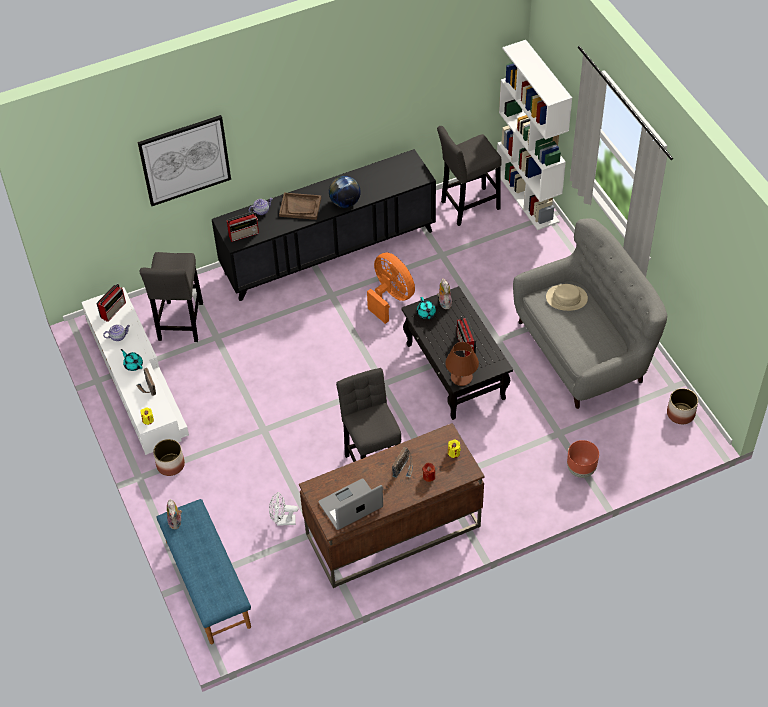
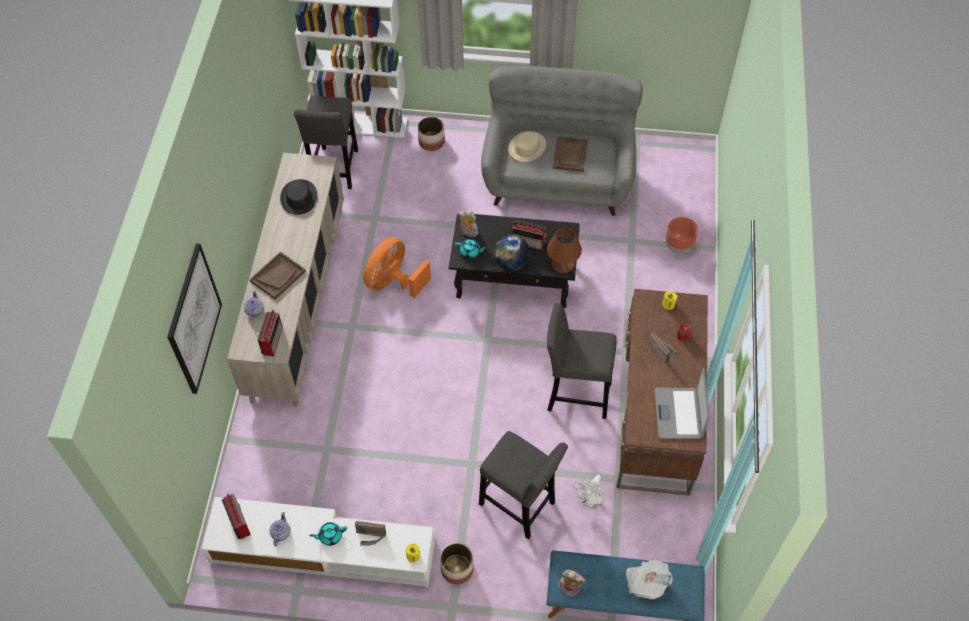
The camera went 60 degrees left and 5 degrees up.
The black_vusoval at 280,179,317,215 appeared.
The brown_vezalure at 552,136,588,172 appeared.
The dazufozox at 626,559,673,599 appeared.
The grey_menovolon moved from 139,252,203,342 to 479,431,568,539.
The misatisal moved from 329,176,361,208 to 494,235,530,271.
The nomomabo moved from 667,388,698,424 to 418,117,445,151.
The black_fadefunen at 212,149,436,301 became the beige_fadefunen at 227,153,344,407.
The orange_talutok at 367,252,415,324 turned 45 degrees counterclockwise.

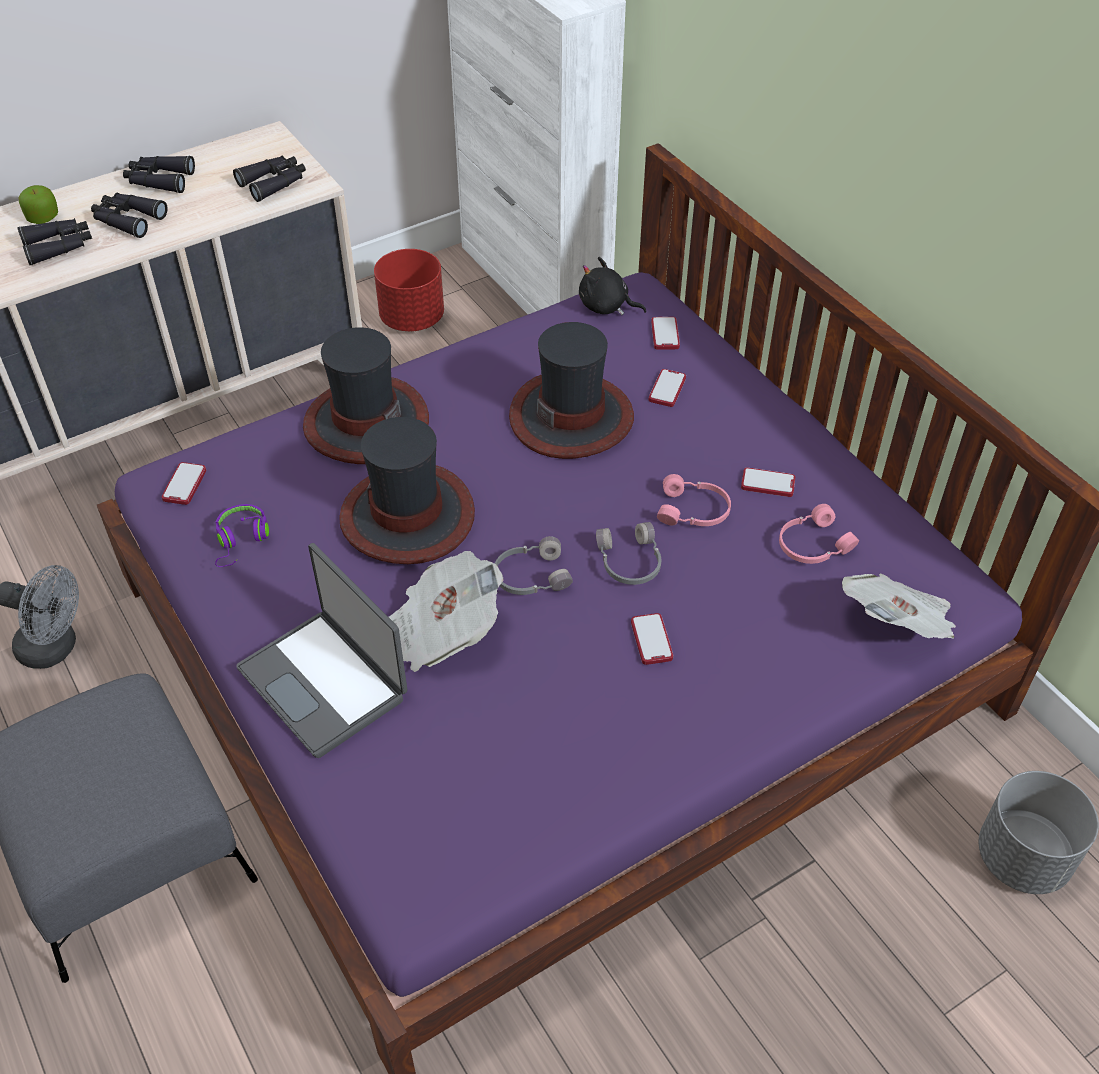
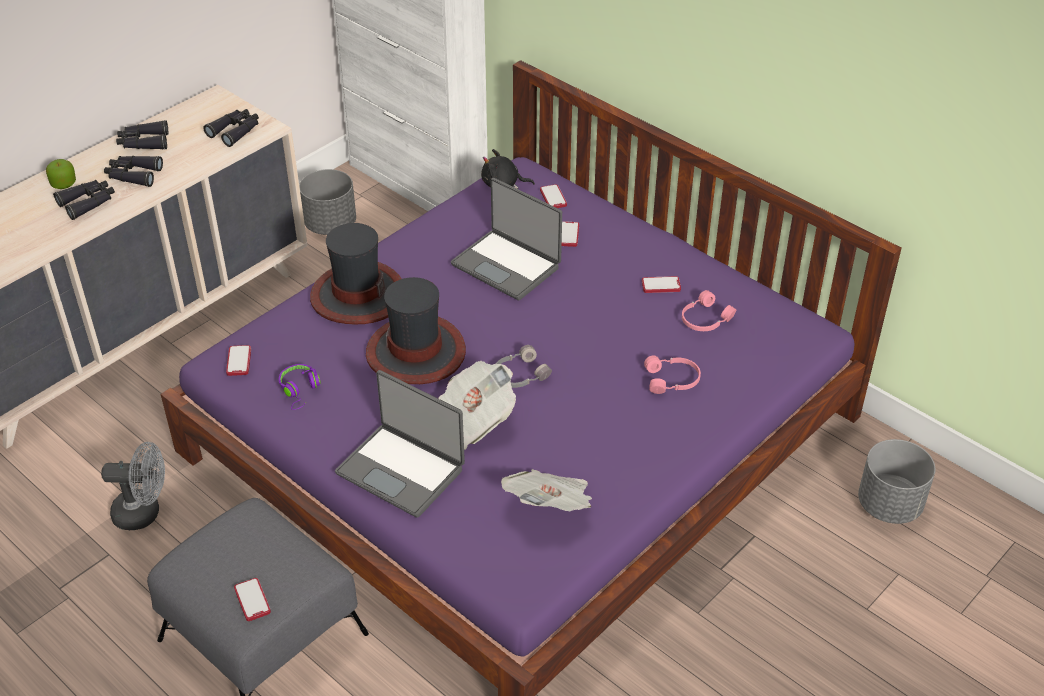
The camera went 15 degrees left and 5 degrees down.
The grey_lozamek at 596,522,661,585 disappeared.
The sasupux moved from 631,613,673,665 to 234,578,271,621.
The pink_lozamek moved from 657,474,731,526 to 644,356,701,394.
The dazufozox moved from 842,574,956,639 to 501,469,592,511.
The vusoval at 509,322,634,459 was replaced by the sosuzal at 451,178,562,300.
The red_nomomabo at 374,249,444,332 became the grey_nomomabo at 299,169,356,235.

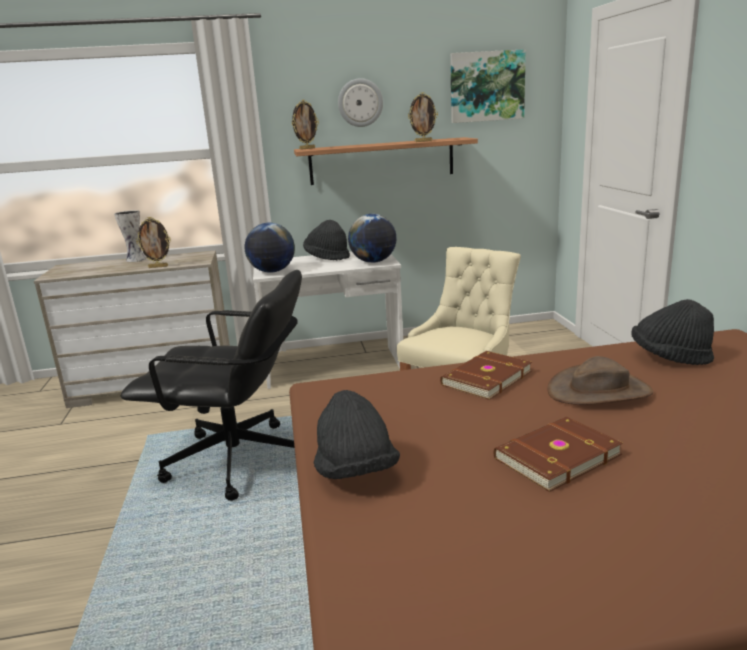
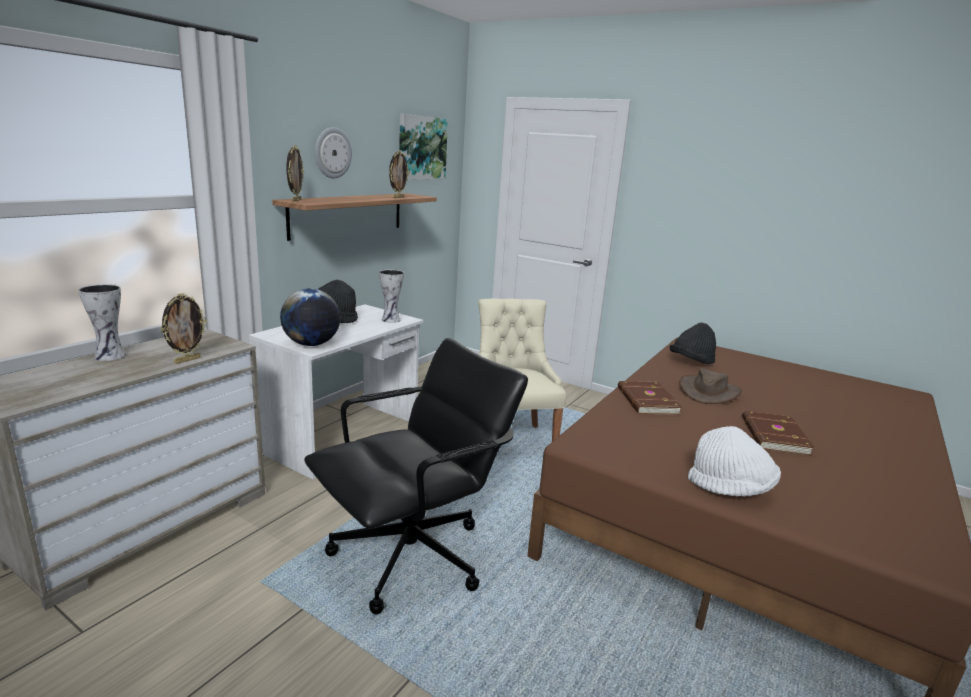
The camera went 50 degrees left and 0 degrees up.
The misatisal at 348,214,397,263 was replaced by the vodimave at 379,269,404,323.
The black_vusoval at 313,390,400,479 became the white_vusoval at 688,426,781,497.

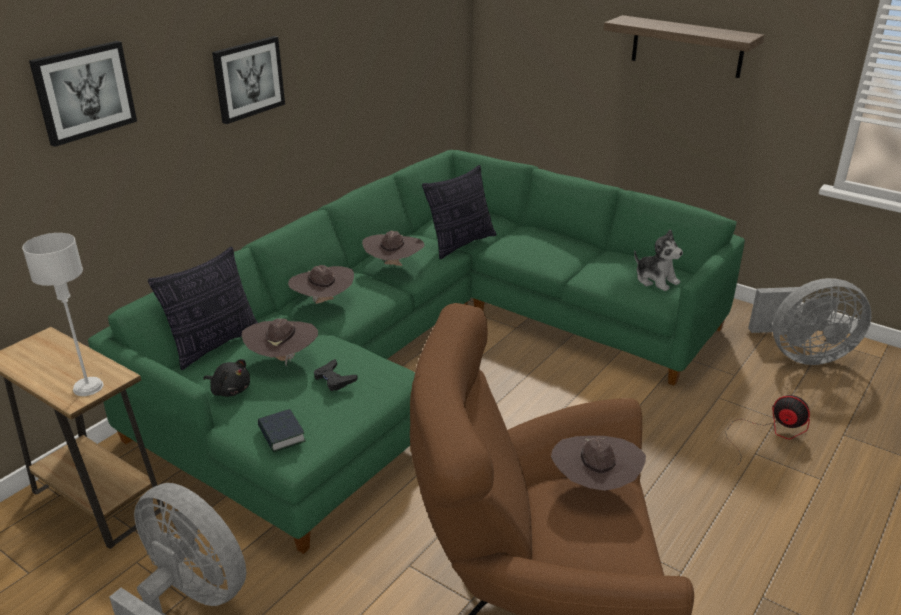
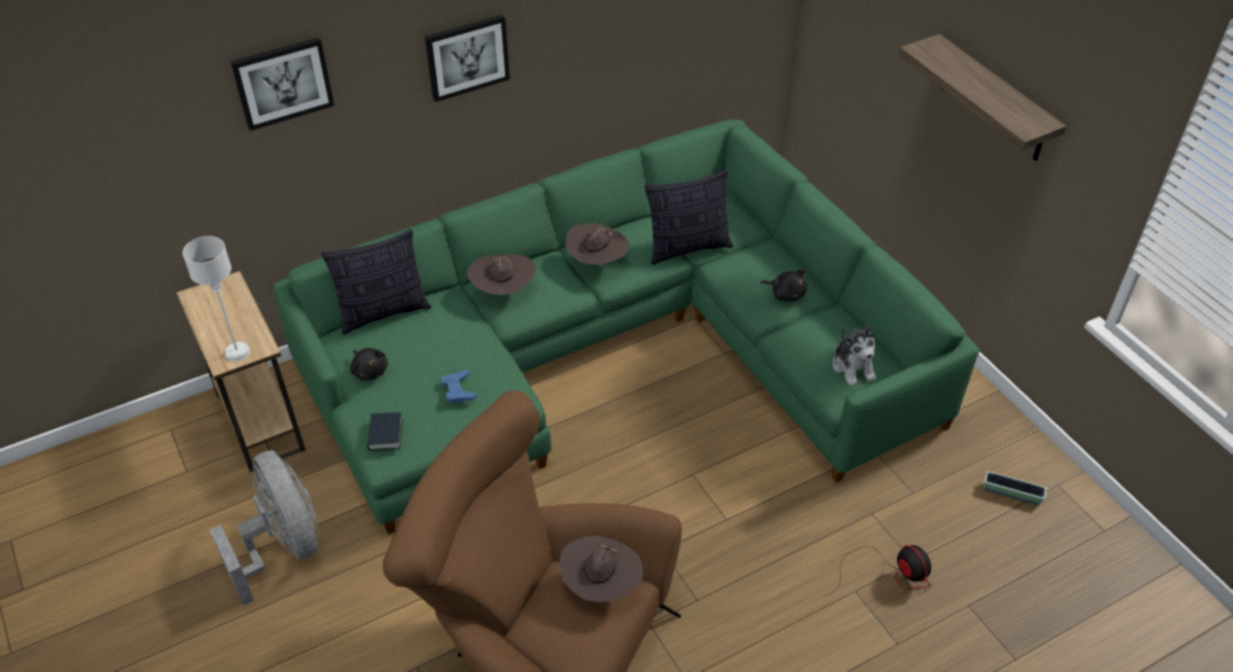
The camera went 25 degrees right and 15 degrees up.
The brown_vusoval at 242,318,318,366 disappeared.
The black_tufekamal at 761,270,807,301 appeared.
The grey_talutok at 748,278,871,365 was replaced by the nomomabo at 984,471,1047,505.
The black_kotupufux at 314,359,358,391 became the blue_kotupufux at 442,369,476,404.

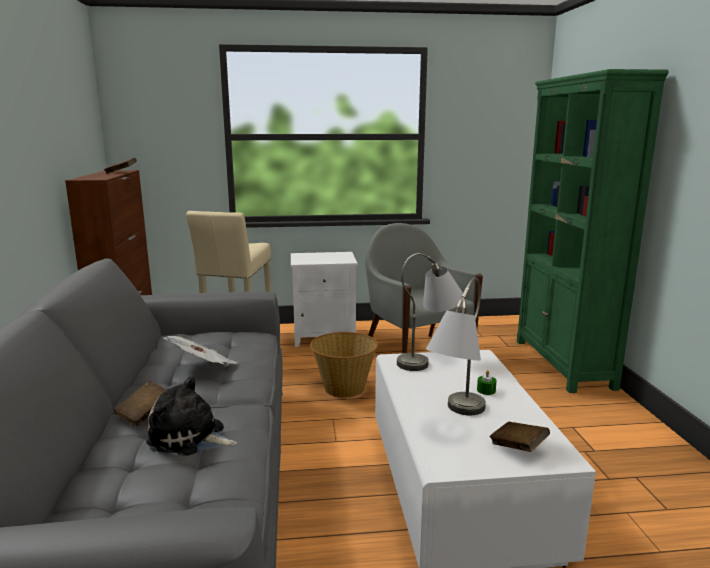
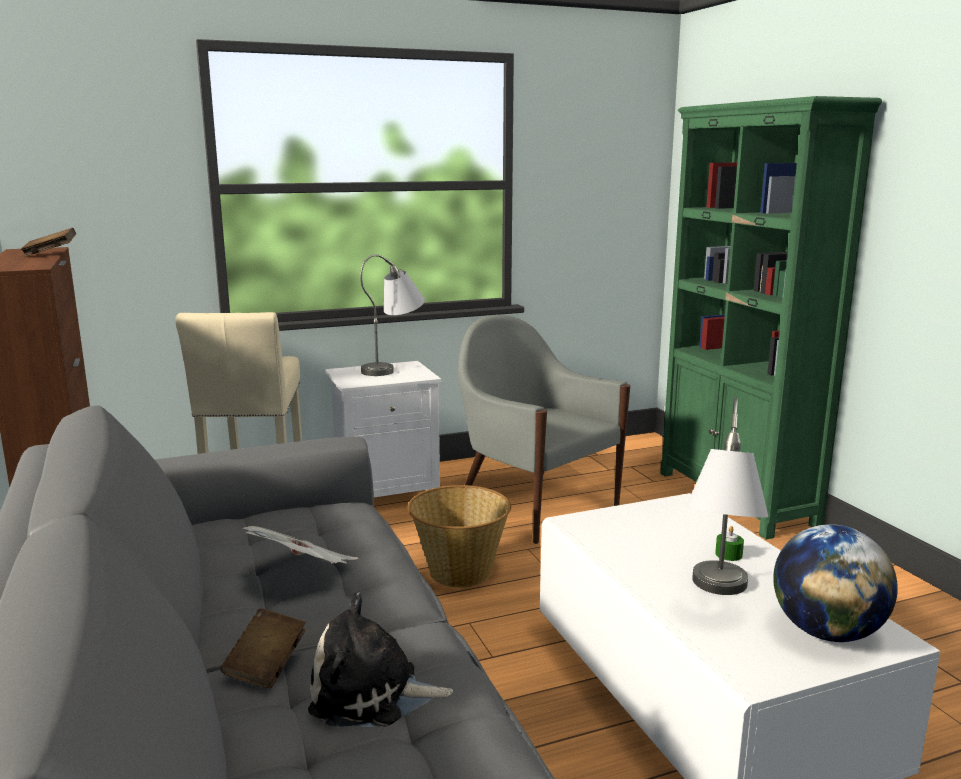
The camera went 15 degrees left and 0 degrees up.
The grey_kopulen moved from 397,253,463,371 to 360,254,425,376.
The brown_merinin at 489,422,550,452 was replaced by the misatisal at 773,524,898,642.

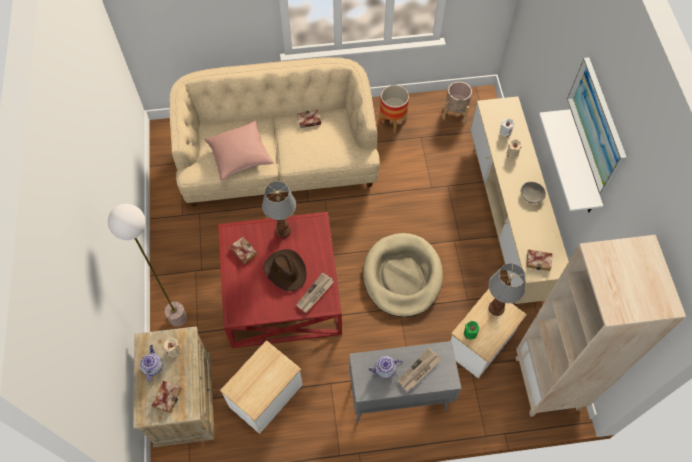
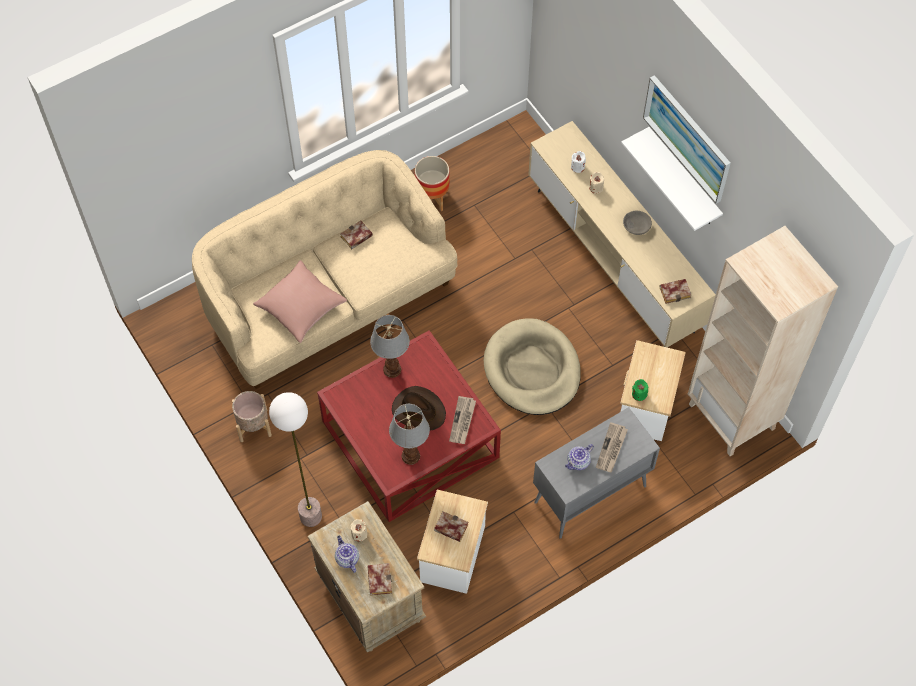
The camera went 25 degrees left and 0 degrees up.
The merinin moved from 230,237,258,264 to 434,511,469,542.
The beige_nomomabo moved from 442,82,472,123 to 232,391,272,442.
The kopulen moved from 488,263,525,316 to 389,404,430,465.

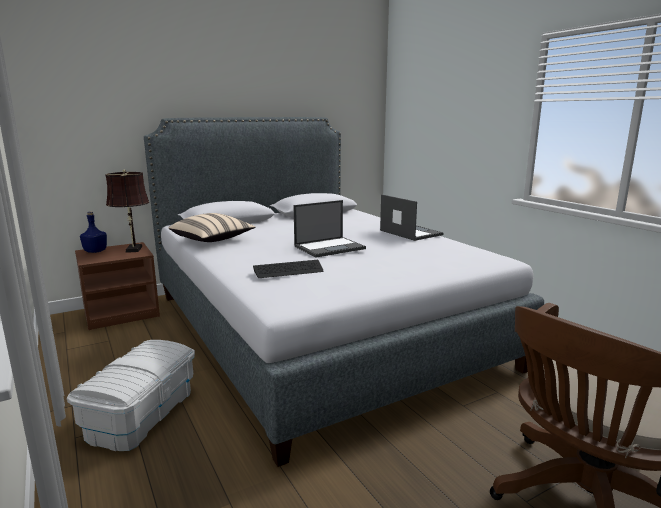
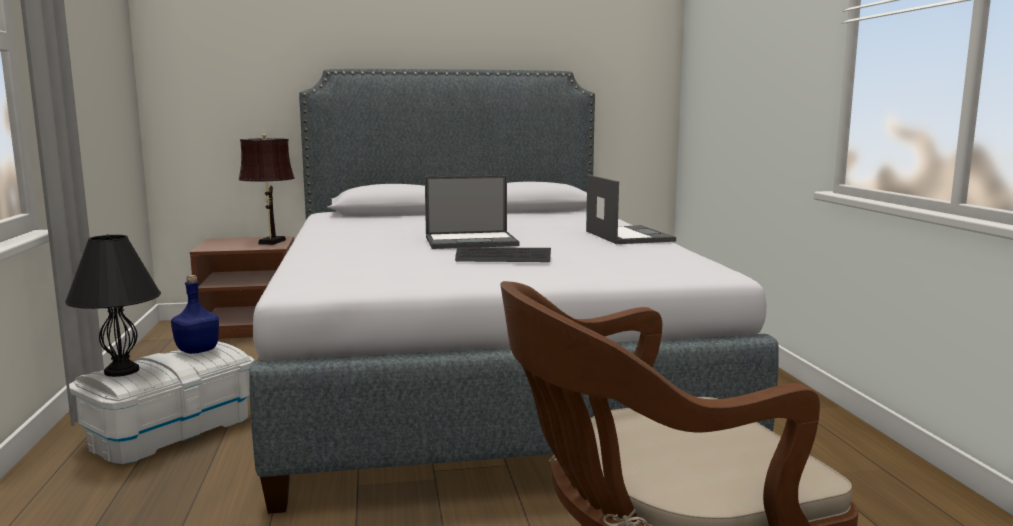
The camera went 20 degrees right and 5 degrees down.
The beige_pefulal at 169,213,256,242 disappeared.
The black_kopulen at 65,234,161,377 appeared.
The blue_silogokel moved from 80,211,107,253 to 171,275,219,354.
The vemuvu moved from 253,260,323,278 to 455,247,551,262.

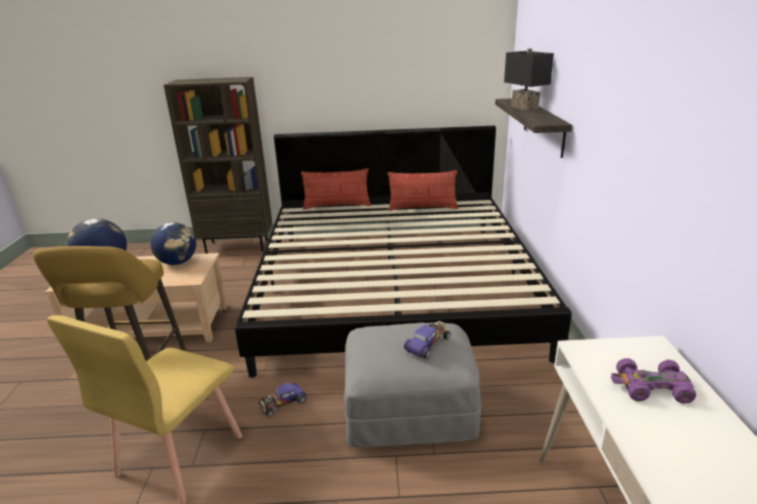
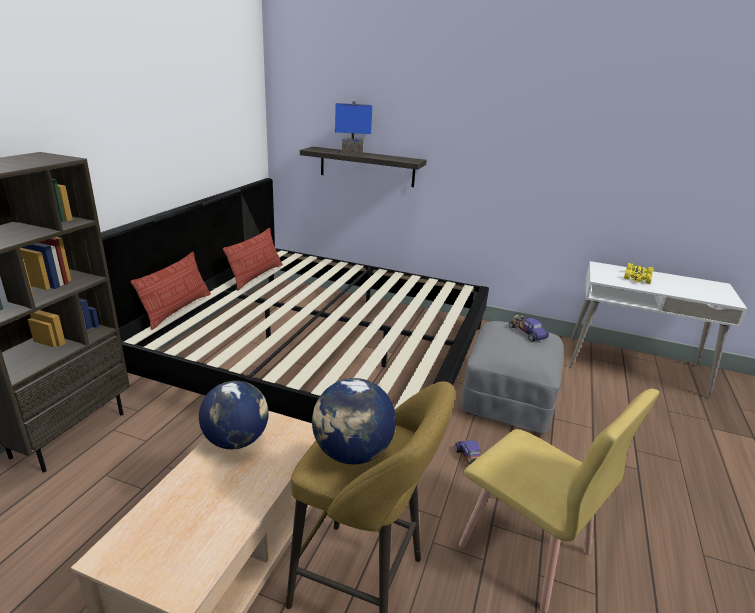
The camera went 70 degrees left and 0 degrees up.
The black_kopulen at 504,48,554,110 became the blue_kopulen at 335,101,372,155.
The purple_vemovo at 611,358,696,404 became the yellow_vemovo at 624,263,653,284.

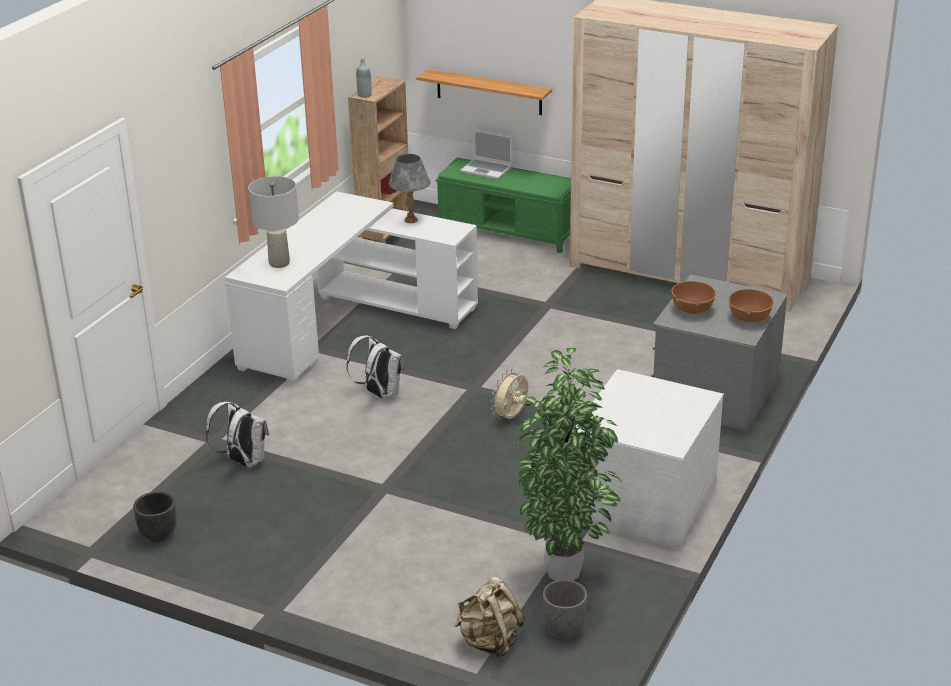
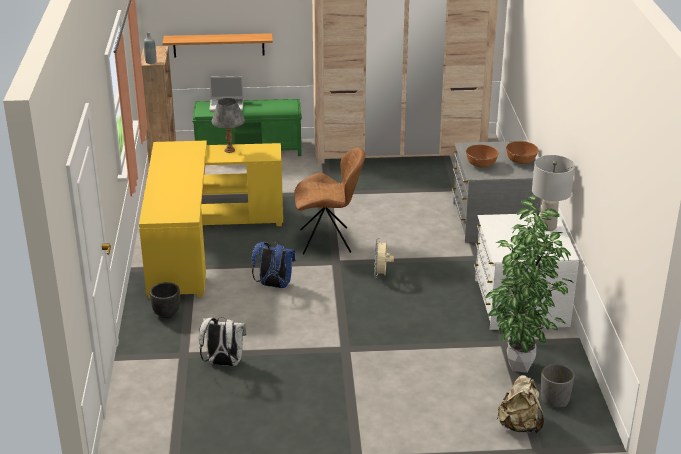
The camera went 30 degrees left and 0 degrees up.
The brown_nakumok at 294,148,365,255 appeared.
The black_nomomabo moved from 133,491,177,542 to 150,282,180,318.
The grey_kopulen moved from 248,176,299,268 to 532,155,575,231.
The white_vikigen at 225,191,478,384 became the yellow_vikigen at 139,141,283,299.
The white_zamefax at 346,335,405,399 became the blue_zamefax at 252,242,296,288.

